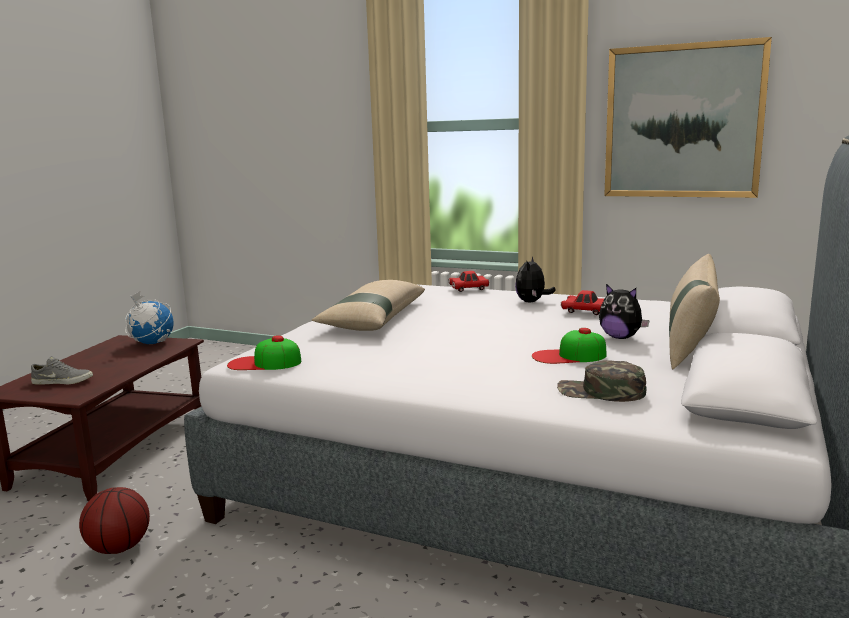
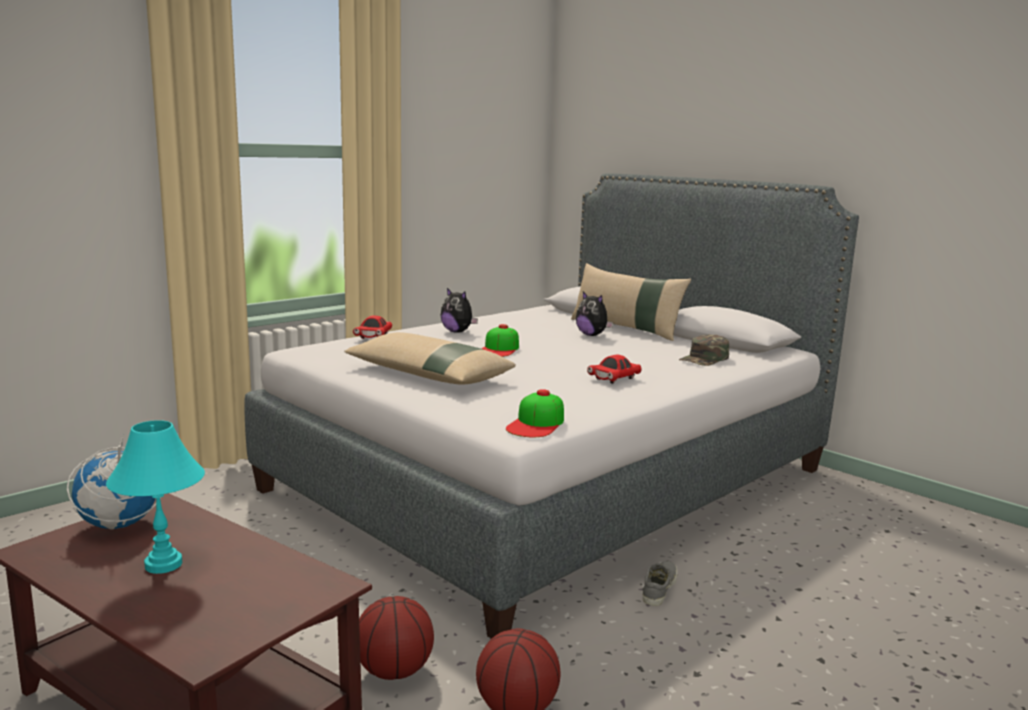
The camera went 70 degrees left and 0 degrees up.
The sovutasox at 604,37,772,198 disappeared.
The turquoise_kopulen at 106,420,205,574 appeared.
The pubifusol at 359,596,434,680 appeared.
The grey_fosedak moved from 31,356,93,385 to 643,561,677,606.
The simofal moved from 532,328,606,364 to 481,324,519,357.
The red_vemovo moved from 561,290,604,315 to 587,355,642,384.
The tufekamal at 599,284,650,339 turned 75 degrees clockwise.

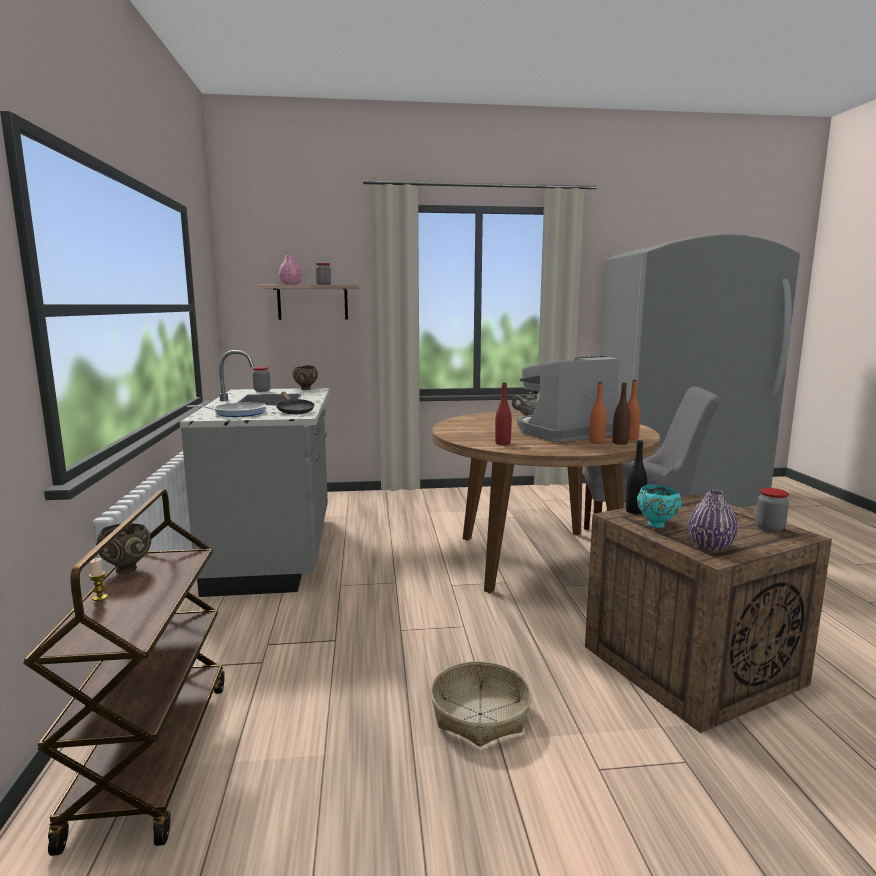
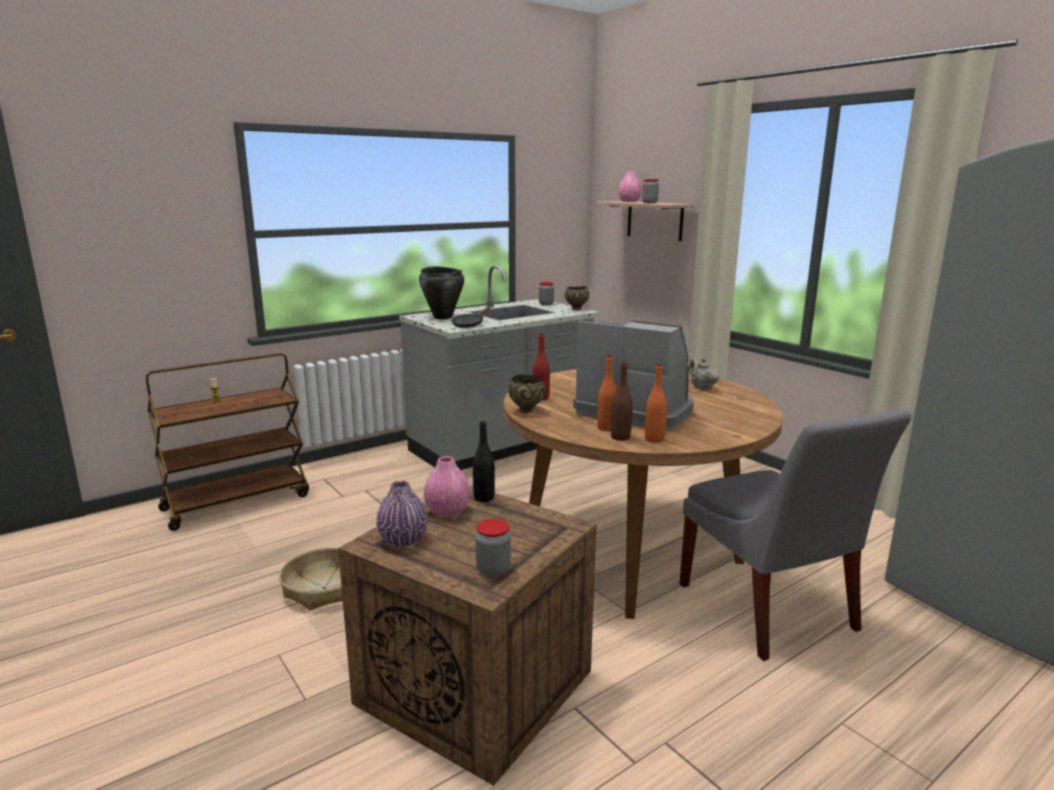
The camera went 60 degrees right and 5 degrees up.
The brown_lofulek moved from 96,523,151,574 to 508,375,546,414.
The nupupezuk at 186,402,266,417 was replaced by the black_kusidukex at 419,267,464,320.
The turquoise_lofulek at 637,484,681,528 was replaced by the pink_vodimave at 424,456,470,518.

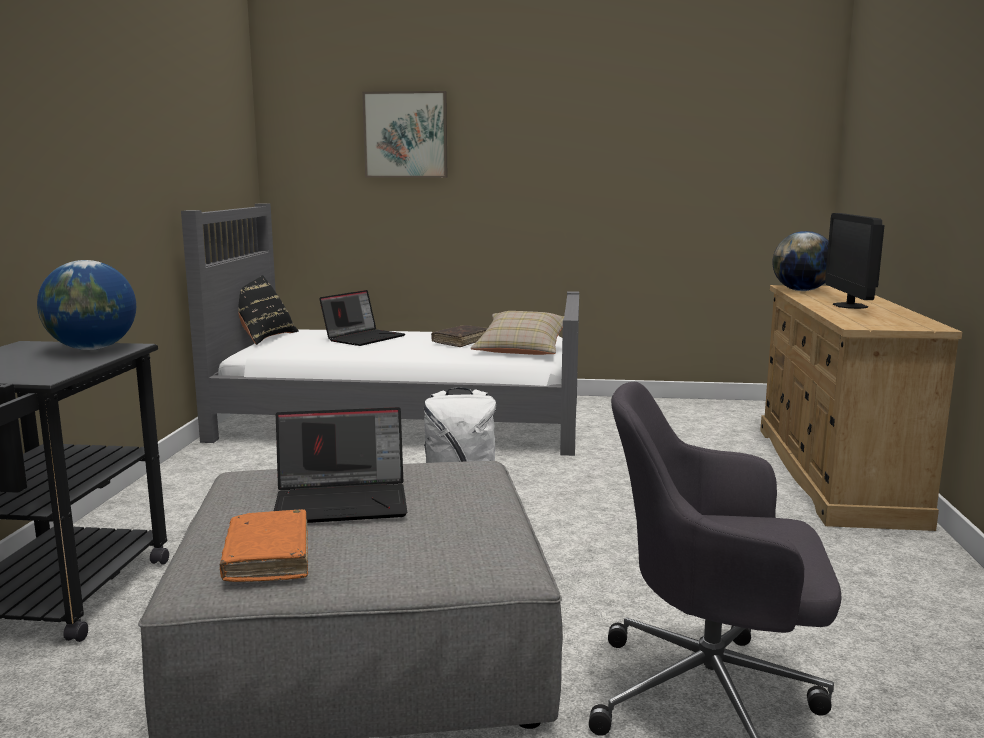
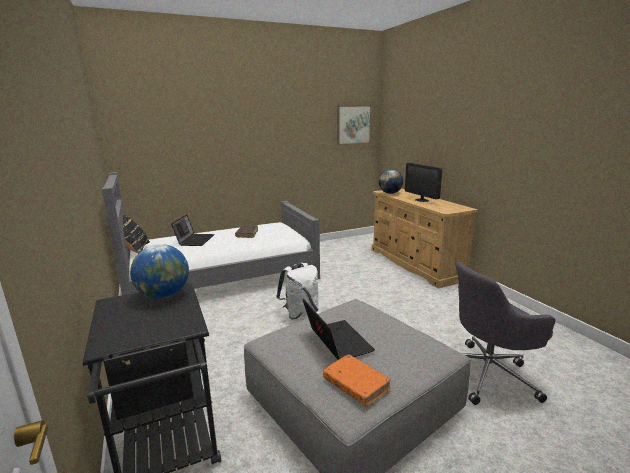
The camera went 30 degrees left and 5 degrees up.
The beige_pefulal at 471,311,564,355 disappeared.
The sovutasox moved from 362,91,447,178 to 337,105,371,145.
The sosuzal at 274,407,407,523 turned 75 degrees counterclockwise.

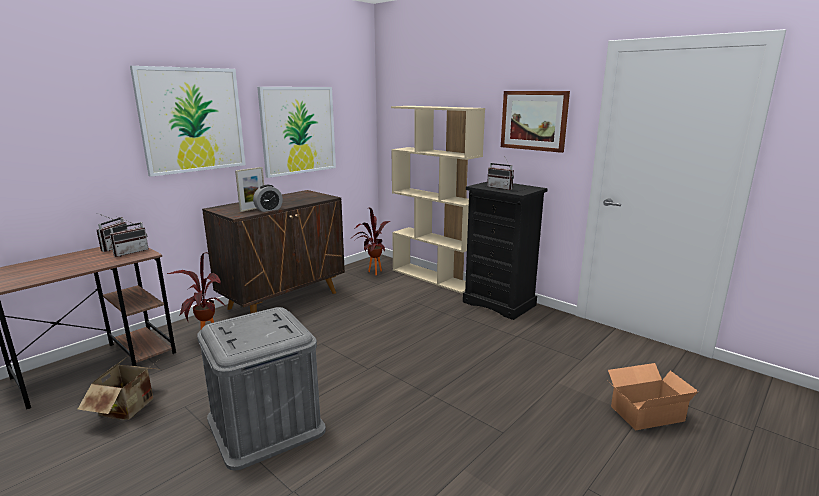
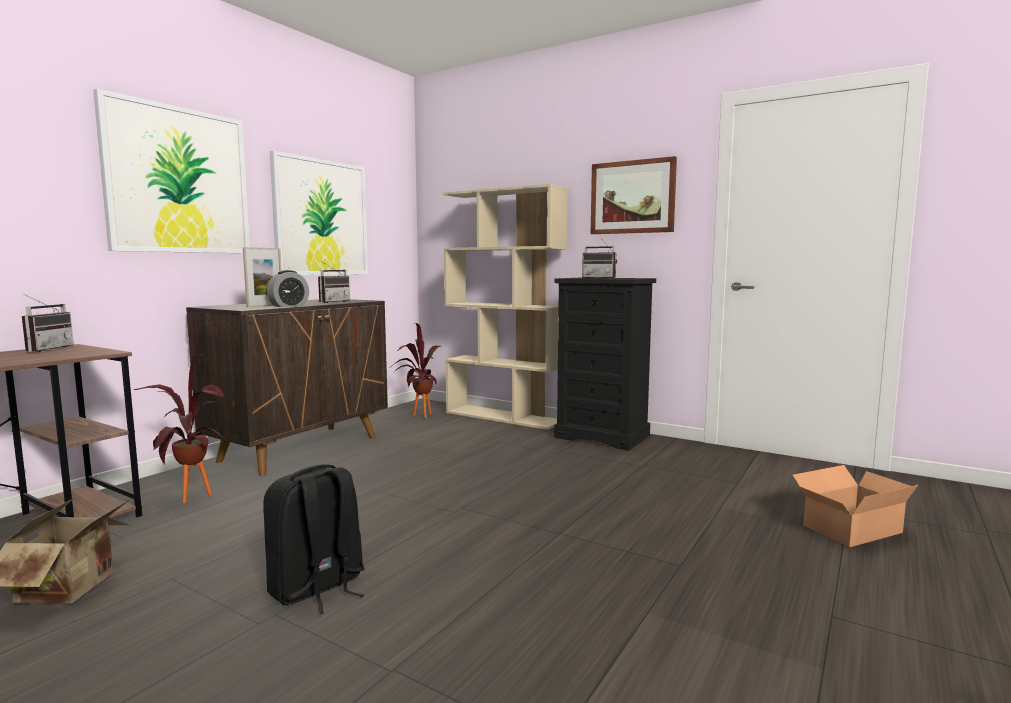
The camera went 10 degrees left and 10 degrees down.
The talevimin moved from 109,216,149,257 to 318,261,350,303.
The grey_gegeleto at 197,307,326,470 was replaced by the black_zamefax at 263,464,365,614.

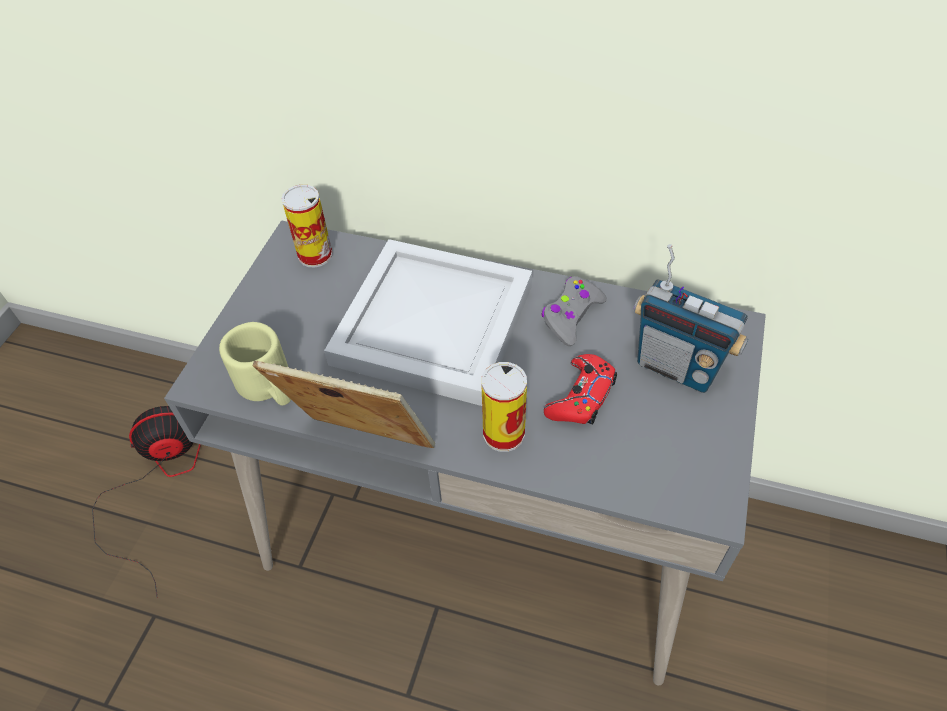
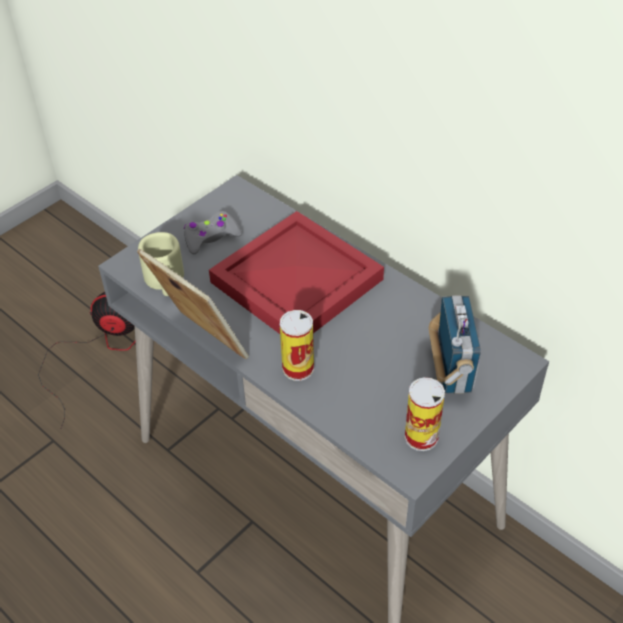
The camera went 25 degrees right and 5 degrees down.
The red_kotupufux at 544,354,617,424 disappeared.
The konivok moved from 281,185,333,267 to 405,377,445,451.
The grey_kotupufux moved from 541,276,607,346 to 184,211,242,254.
The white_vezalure at 324,239,532,406 became the red_vezalure at 209,211,384,334.
The talevimin at 634,244,748,393 turned 150 degrees counterclockwise.

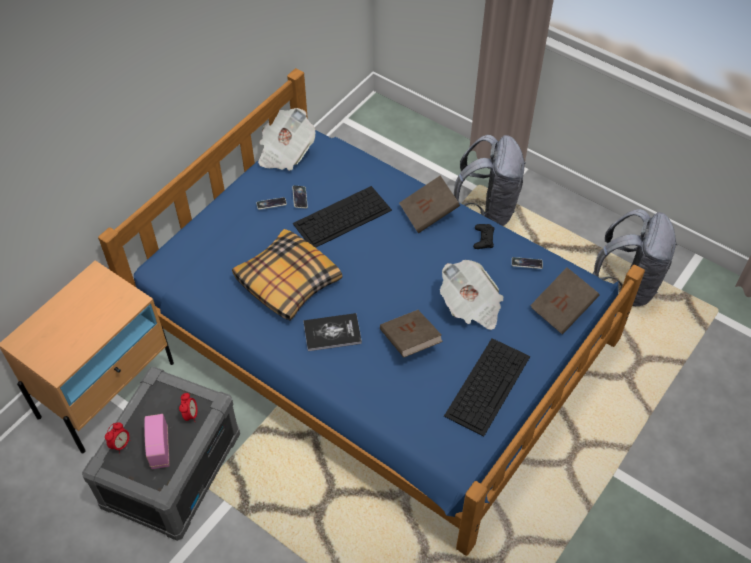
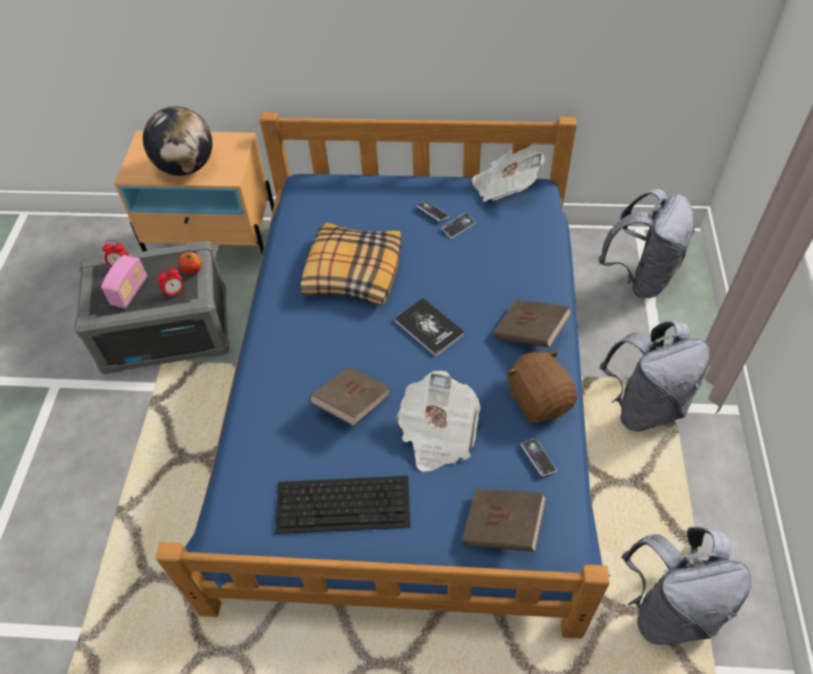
The camera went 60 degrees right and 0 degrees up.
The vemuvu at 293,186,392,248 disappeared.
The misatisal at 143,106,212,176 appeared.
The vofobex at 178,252,202,274 appeared.
The grey_zamefax at 599,189,695,298 appeared.
The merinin moved from 303,313,362,351 to 394,298,465,357.
The black_kotupufux at 473,224,494,249 was replaced by the brown_tufekamal at 506,349,578,423.
The talevimin at 144,414,170,469 turned 150 degrees clockwise.

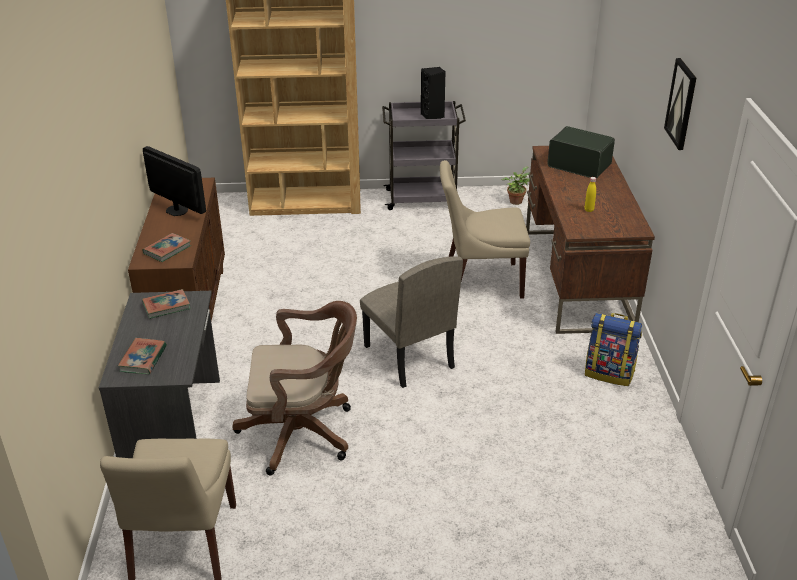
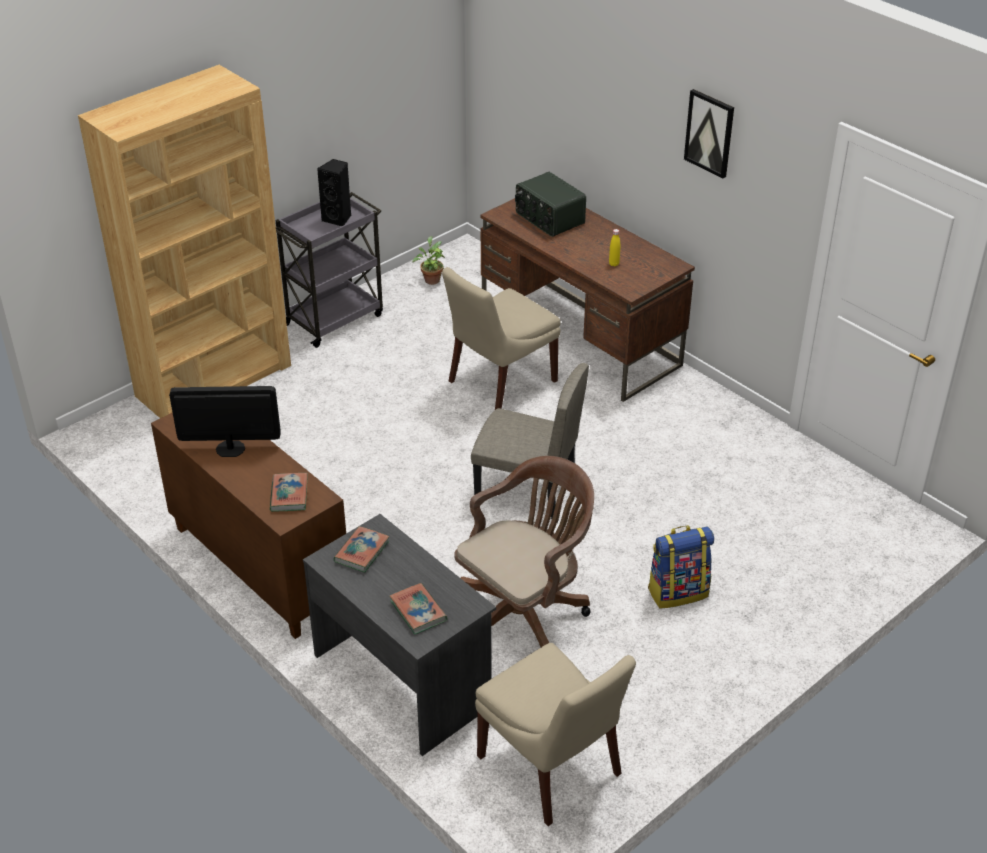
The camera went 40 degrees left and 5 degrees up.
The zamefax moved from 585,313,642,386 to 648,525,714,608.
The talevimin at 548,126,615,179 turned 120 degrees counterclockwise.

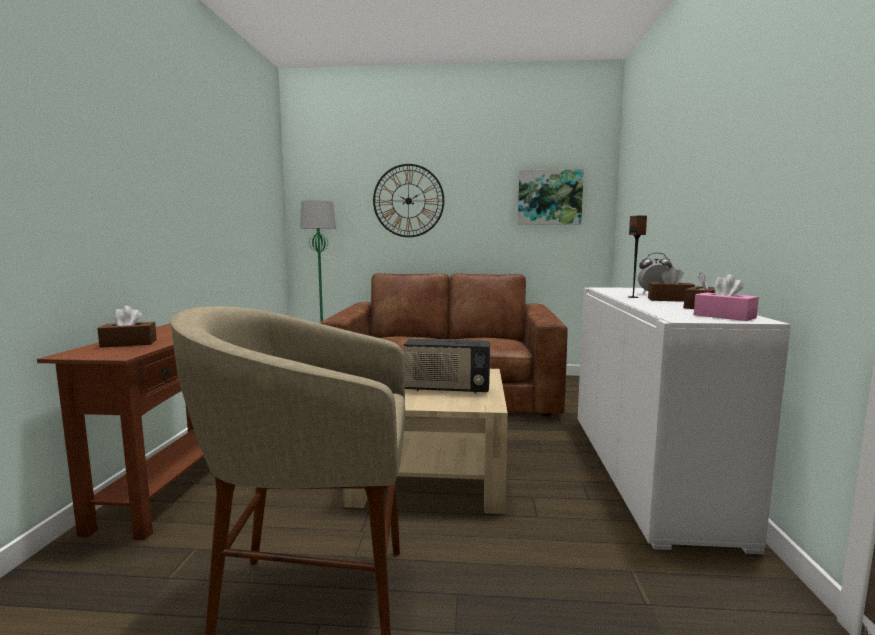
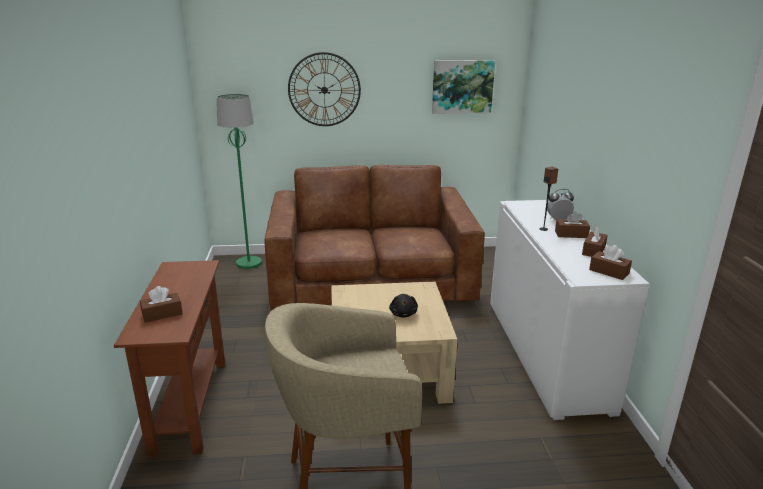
The camera went 10 degrees left and 15 degrees up.
The talevimin at 403,338,490,394 was replaced by the black_tufekamal at 389,294,418,317.
The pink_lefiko at 694,274,759,321 became the brown_lefiko at 589,245,632,280.

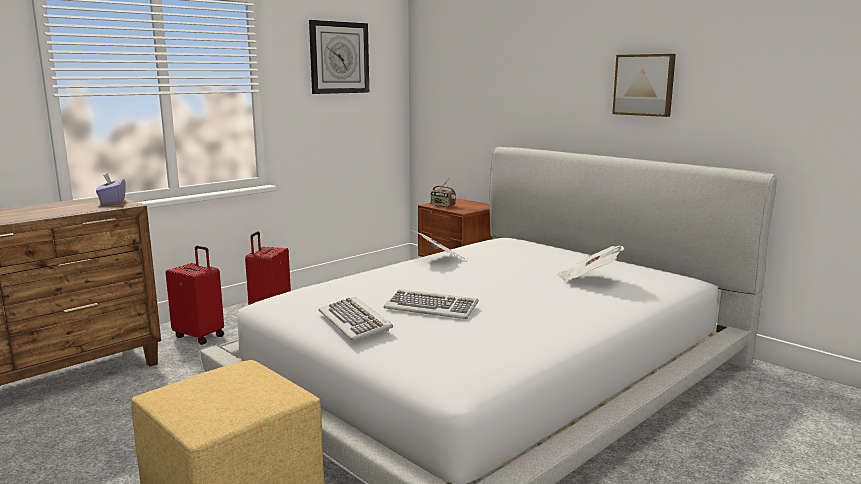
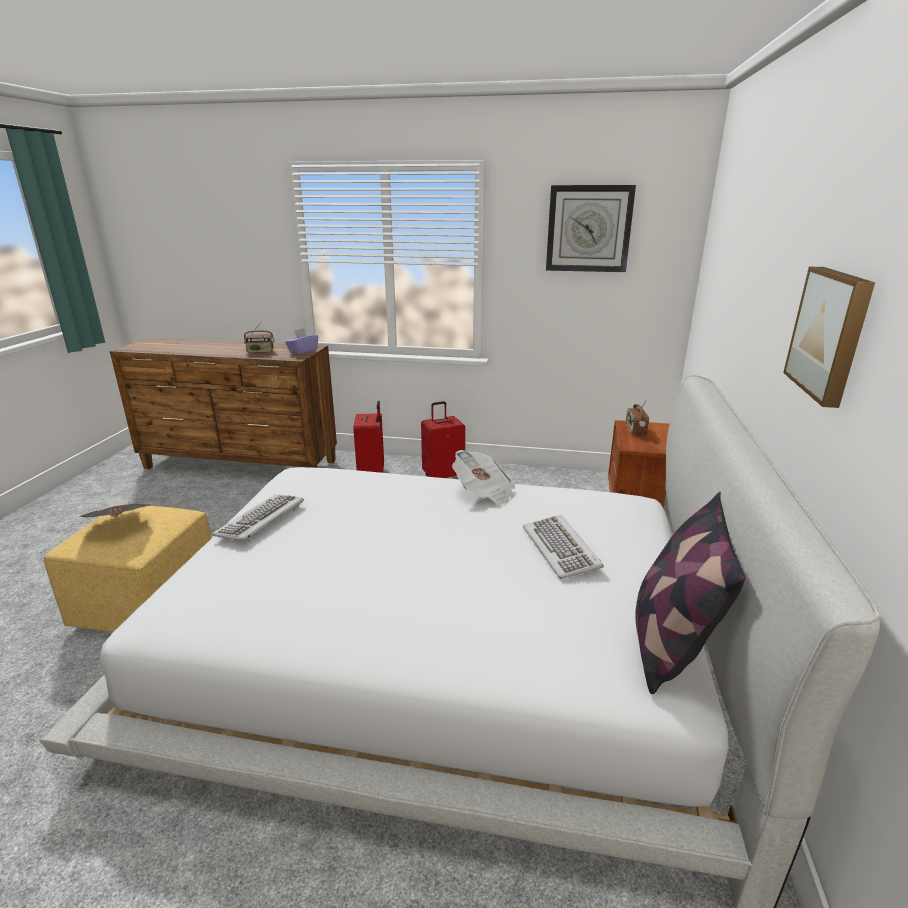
The camera went 55 degrees right and 10 degrees up.
The talevimin at 244,321,274,353 appeared.
The pefulal at 635,492,746,694 appeared.
The vemuvu moved from 384,289,479,319 to 523,515,604,579.
The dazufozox moved from 558,246,624,281 to 73,504,150,517.

